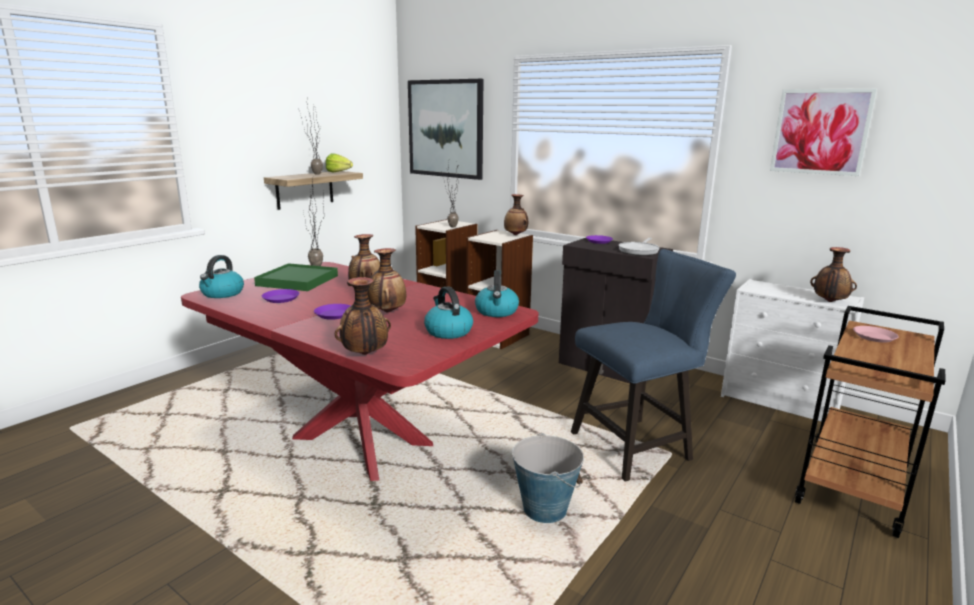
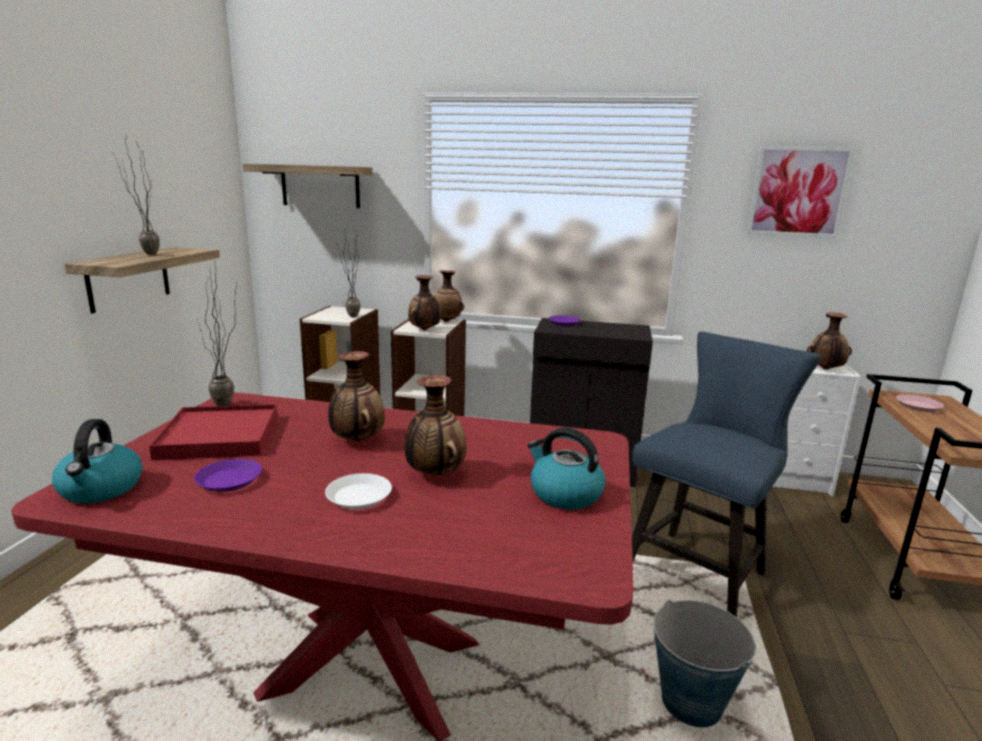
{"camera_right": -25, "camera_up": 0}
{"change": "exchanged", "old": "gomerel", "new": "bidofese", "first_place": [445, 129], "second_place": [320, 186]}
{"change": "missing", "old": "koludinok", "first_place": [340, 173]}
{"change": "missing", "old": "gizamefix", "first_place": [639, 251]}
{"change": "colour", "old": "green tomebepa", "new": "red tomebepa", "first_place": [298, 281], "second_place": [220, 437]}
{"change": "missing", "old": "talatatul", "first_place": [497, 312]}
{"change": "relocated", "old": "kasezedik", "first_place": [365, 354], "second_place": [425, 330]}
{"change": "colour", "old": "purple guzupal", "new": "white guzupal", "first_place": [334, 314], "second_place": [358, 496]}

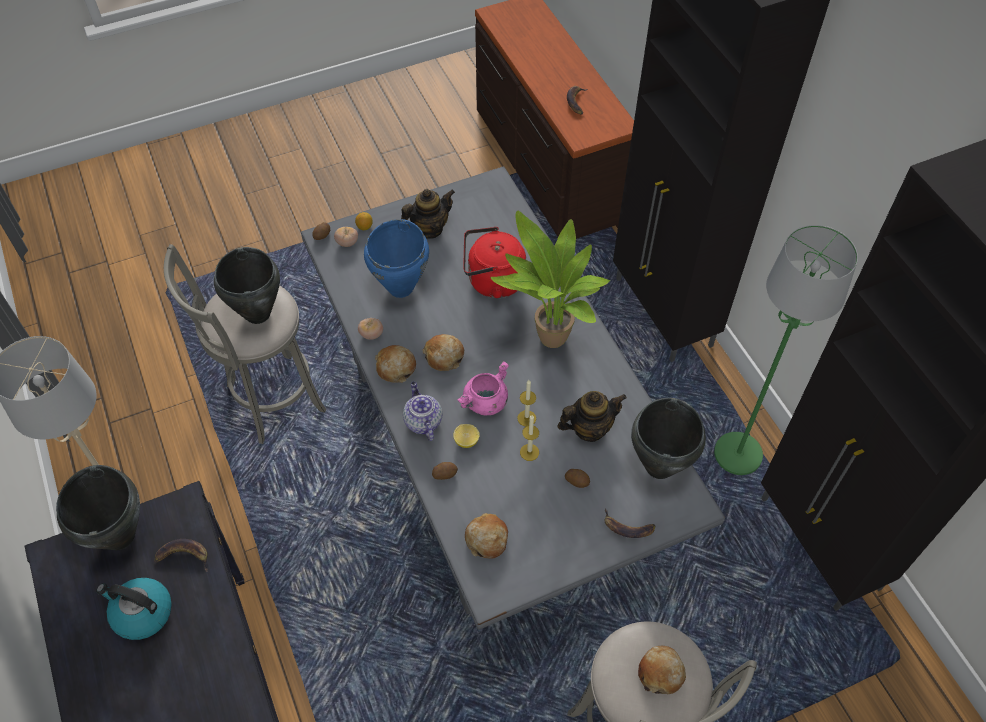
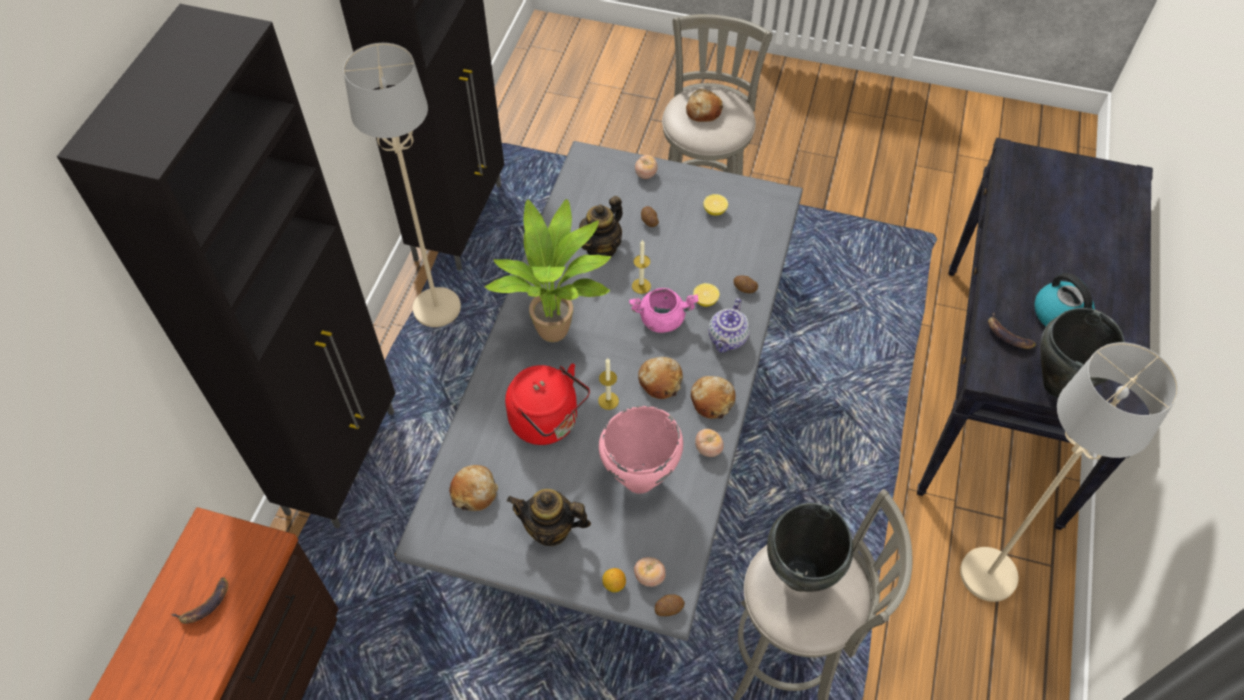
{"camera_right": -140, "camera_up": 0}
{"change": "colour", "old": "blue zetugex", "new": "pink zetugex", "first_place": [401, 287], "second_place": [638, 479]}
{"change": "colour", "old": "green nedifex", "new": "beige nedifex", "first_place": [737, 455], "second_place": [437, 308]}
{"change": "spun", "old": "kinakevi", "first_place": [589, 428], "second_place": [601, 248], "degrees": -75}
{"change": "missing", "old": "black zetugex", "first_place": [658, 467]}
{"change": "relocated", "old": "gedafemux", "first_place": [529, 452], "second_place": [608, 400]}
{"change": "exchanged", "old": "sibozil", "new": "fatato", "first_place": [627, 528], "second_place": [646, 174]}
{"change": "relocated", "old": "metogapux", "first_place": [487, 539], "second_place": [474, 492]}
{"change": "appeared", "new": "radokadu", "second_place": [715, 211]}

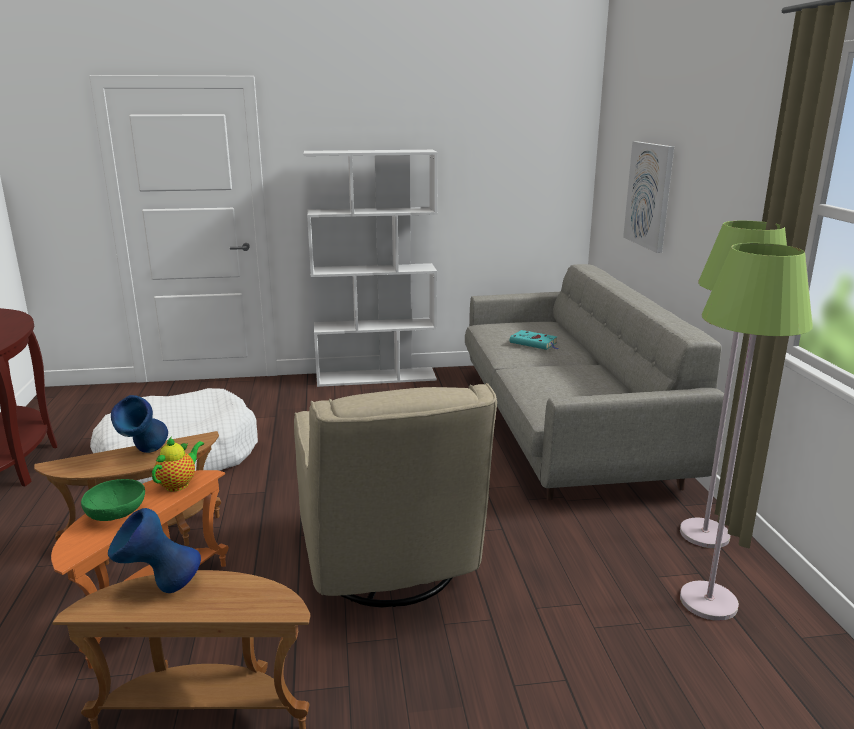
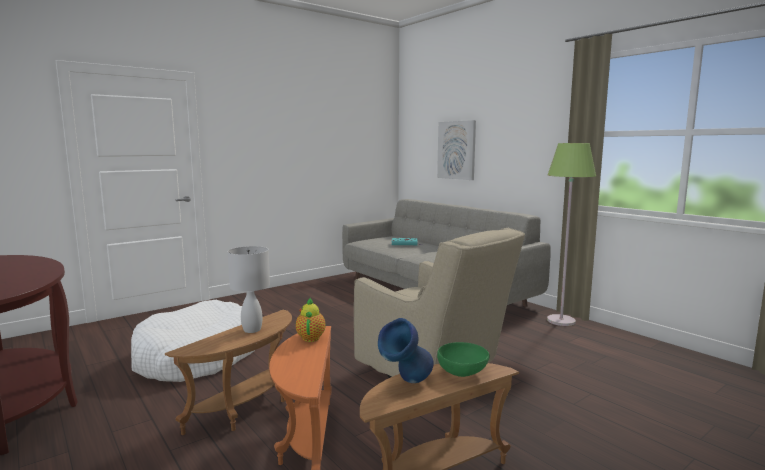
{"camera_right": -30, "camera_up": -10}
{"change": "missing", "old": "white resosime", "first_place": [376, 377]}
{"change": "missing", "old": "green nedifex", "first_place": [708, 602]}
{"change": "exchanged", "old": "blue kasezedik", "new": "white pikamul", "first_place": [145, 454], "second_place": [253, 329]}
{"change": "relocated", "old": "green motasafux", "first_place": [117, 515], "second_place": [463, 372]}

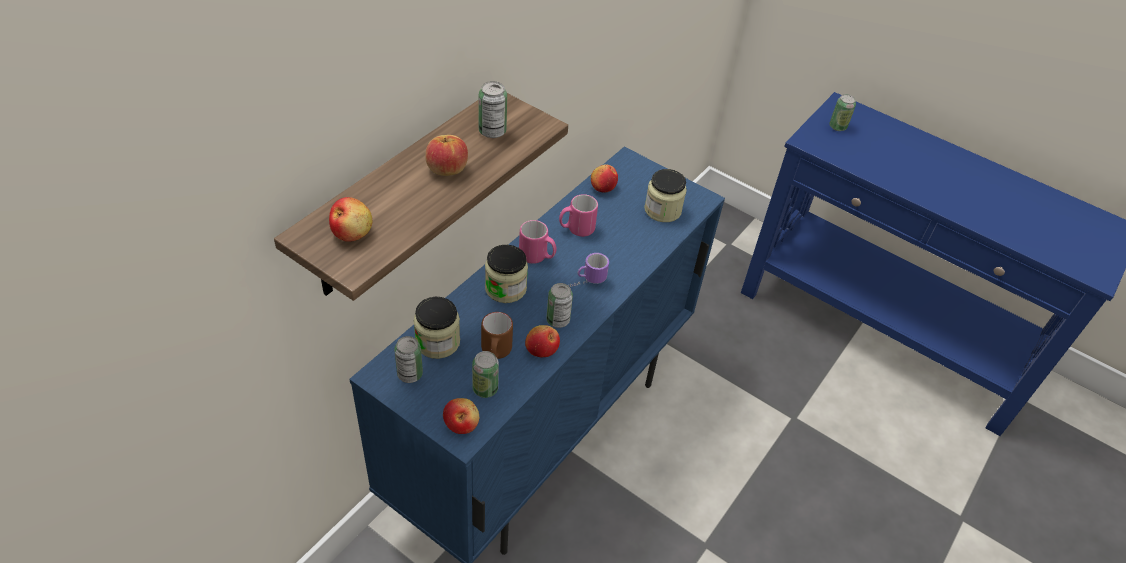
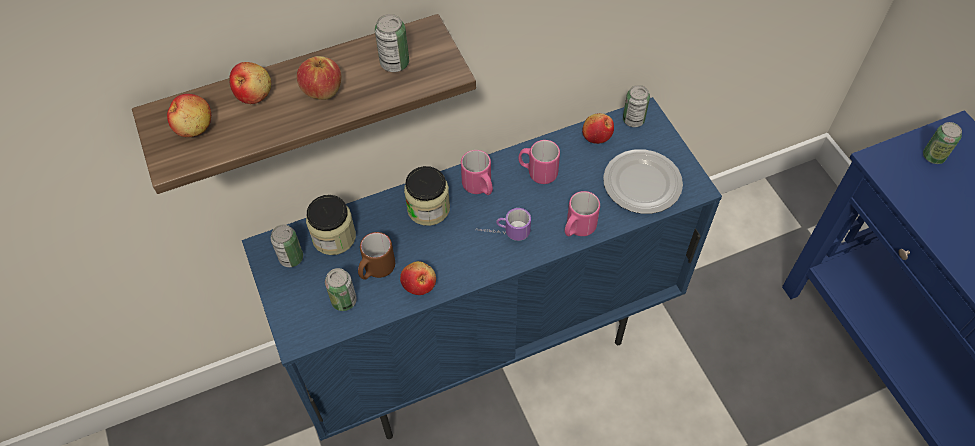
{"camera_right": 35, "camera_up": 10}
{"change": "exchanged", "old": "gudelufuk", "new": "guzupal", "first_place": [662, 210], "second_place": [642, 185]}
{"change": "relocated", "old": "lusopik", "first_place": [558, 320], "second_place": [633, 120]}
{"change": "relocated", "old": "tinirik", "first_place": [461, 423], "second_place": [254, 94]}
{"change": "appeared", "new": "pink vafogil", "second_place": [577, 229]}

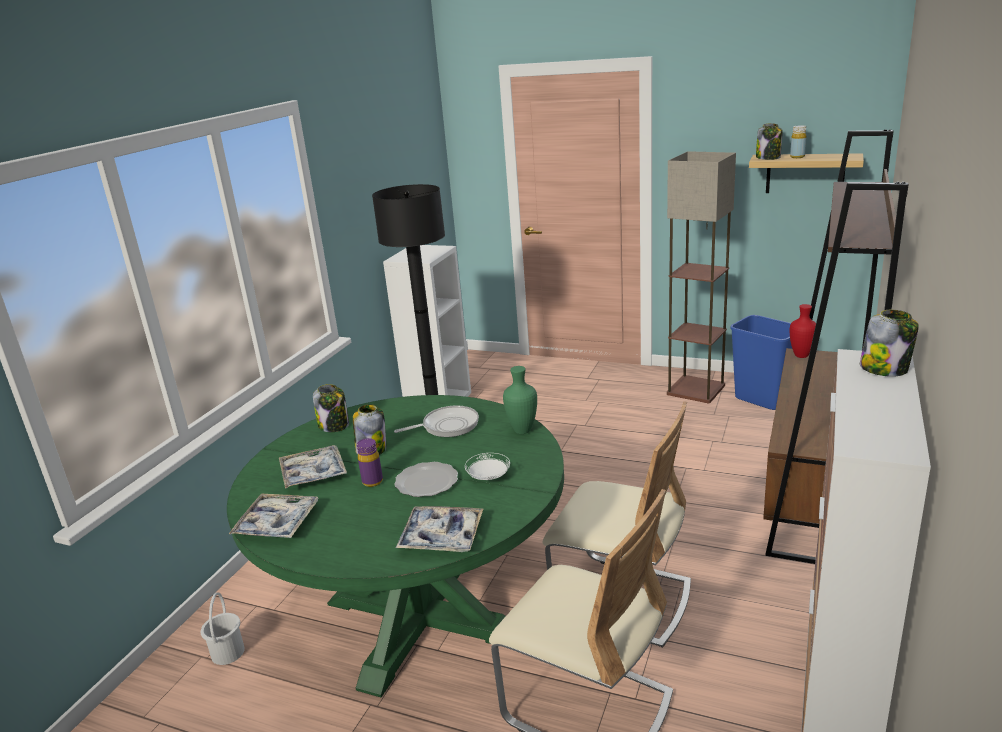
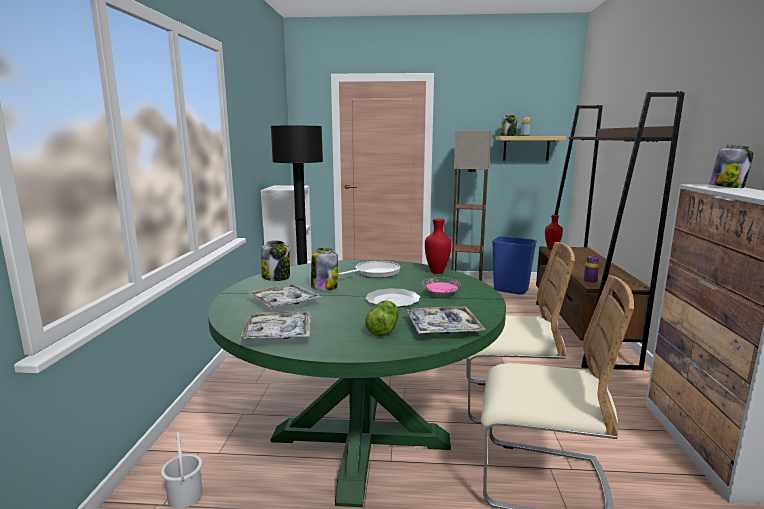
{"camera_right": -20, "camera_up": -10}
{"change": "colour", "old": "green kasezedik", "new": "red kasezedik", "first_place": [521, 430], "second_place": [436, 272]}
{"change": "relocated", "old": "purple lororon", "first_place": [372, 481], "second_place": [590, 282]}
{"change": "colour", "old": "white guzupal", "new": "pink guzupal", "first_place": [488, 477], "second_place": [441, 295]}
{"change": "appeared", "new": "koludinok", "second_place": [384, 328]}

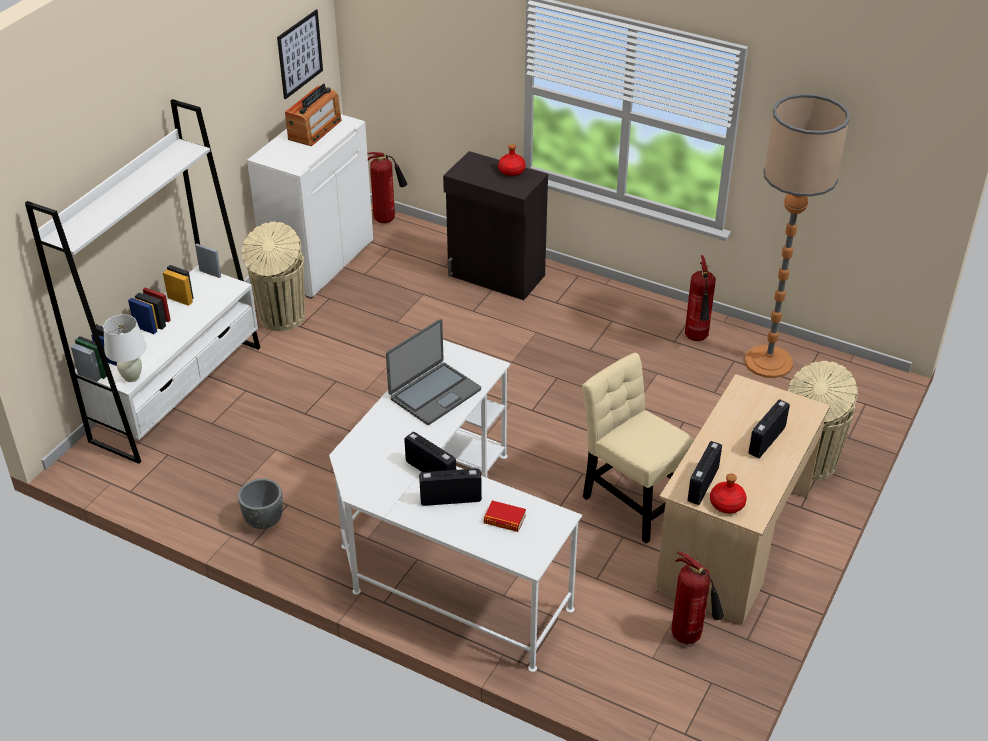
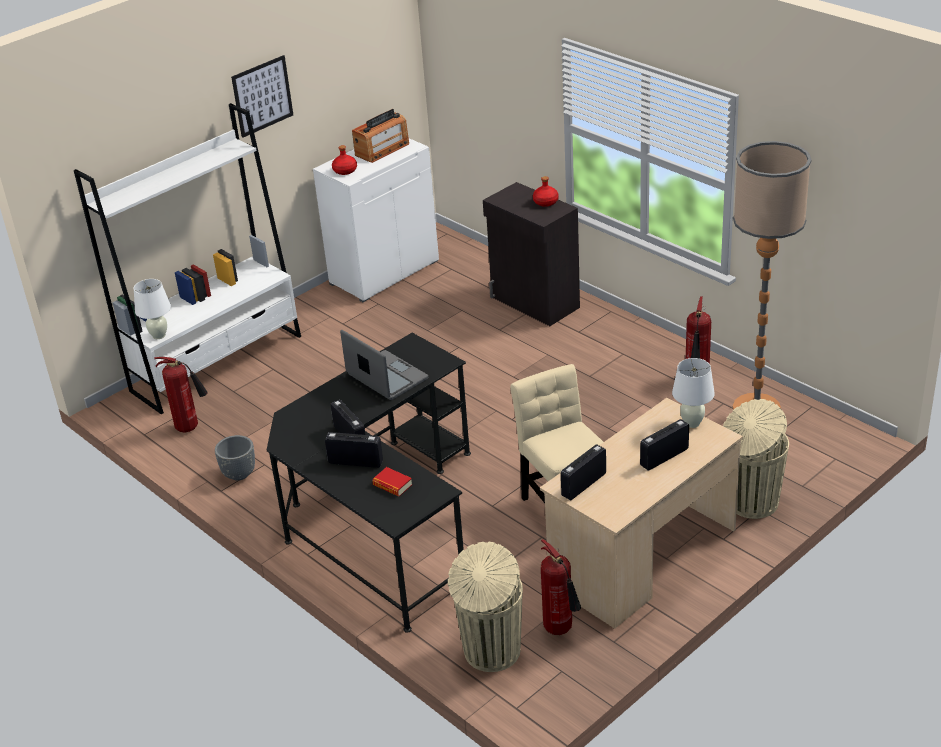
{"camera_right": 20, "camera_up": -5}
{"change": "relocated", "old": "gomerel", "first_place": [300, 54], "second_place": [262, 96]}
{"change": "relocated", "old": "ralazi", "first_place": [387, 219], "second_place": [190, 427]}
{"change": "relocated", "old": "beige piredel", "first_place": [281, 317], "second_place": [491, 652]}
{"change": "spun", "old": "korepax", "first_place": [434, 394], "second_place": [386, 377], "degrees": -105}
{"change": "colour", "old": "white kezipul", "new": "black kezipul", "first_place": [445, 548], "second_place": [379, 520]}
{"change": "relocated", "old": "red lororon", "first_place": [727, 504], "second_place": [345, 171]}
{"change": "appeared", "new": "white pikamul", "second_place": [692, 423]}

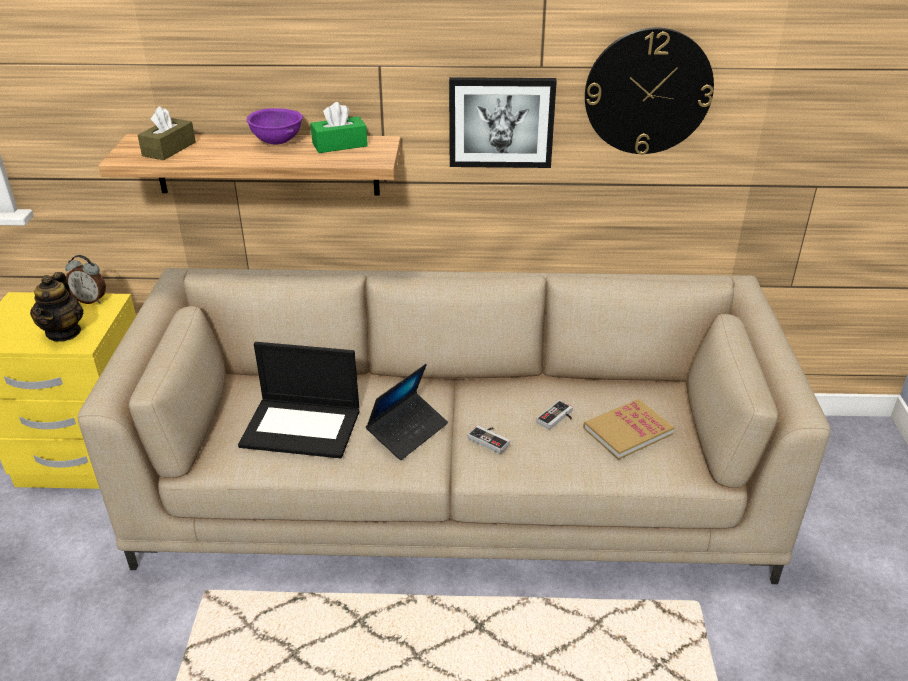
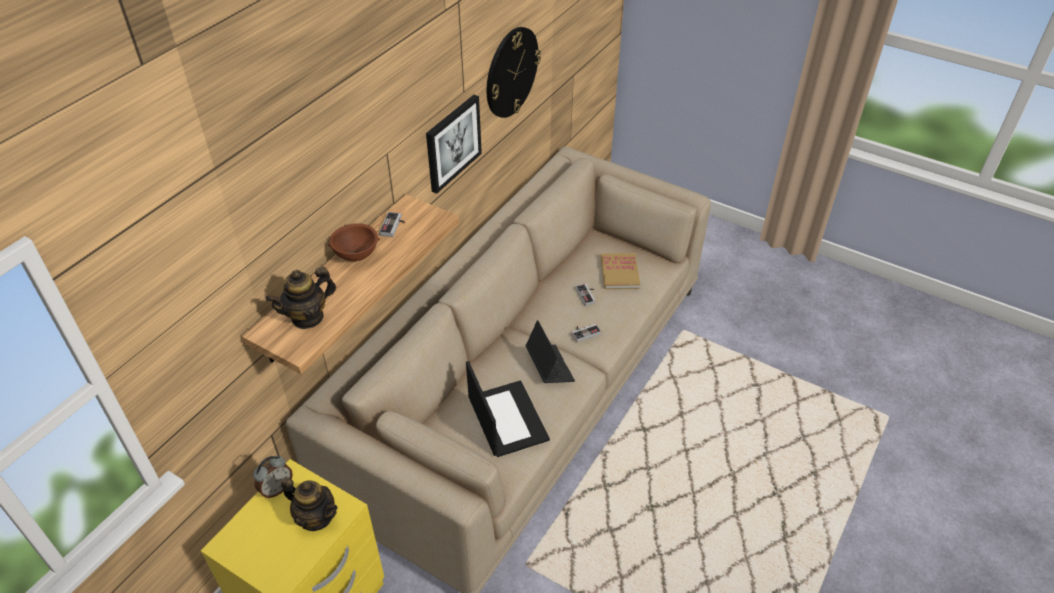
{"camera_right": -60, "camera_up": 10}
{"change": "exchanged", "old": "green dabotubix", "new": "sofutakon", "first_place": [340, 145], "second_place": [394, 226]}
{"change": "exchanged", "old": "brown dabotubix", "new": "kinakevi", "first_place": [169, 149], "second_place": [308, 317]}
{"change": "colour", "old": "purple motasafux", "new": "brown motasafux", "first_place": [278, 142], "second_place": [356, 255]}
{"change": "spun", "old": "korepax", "first_place": [303, 427], "second_place": [506, 418], "degrees": -60}

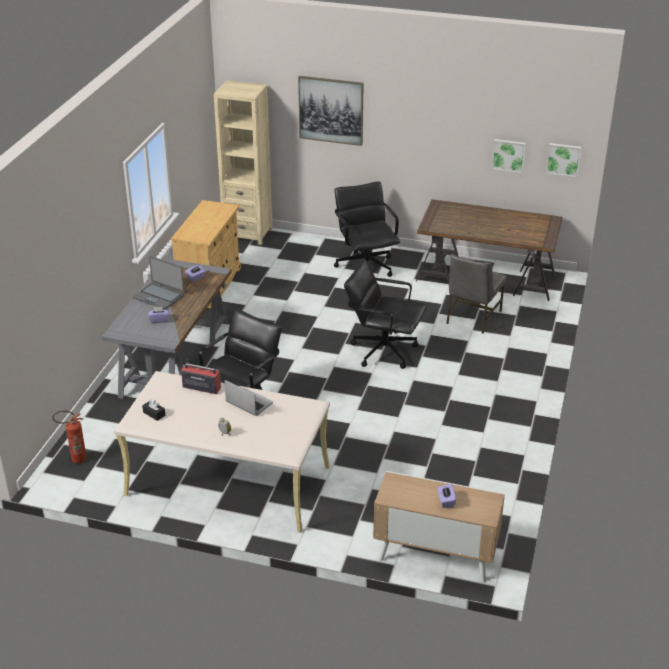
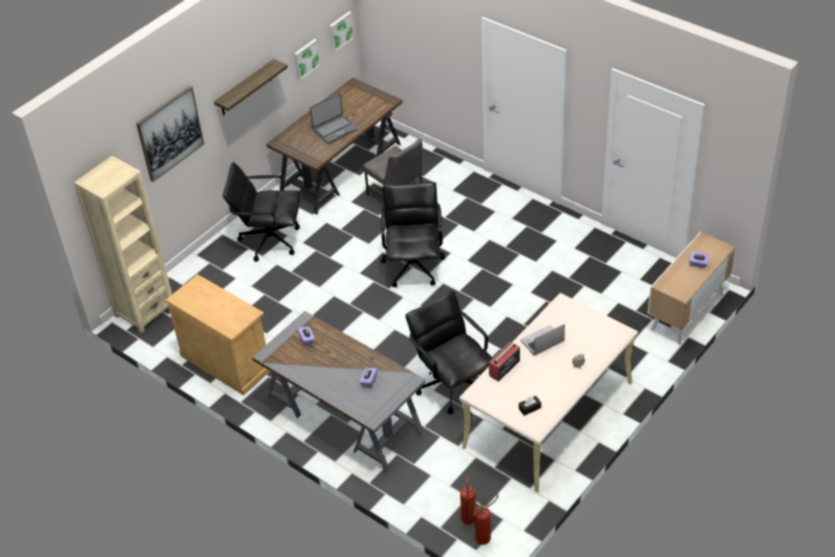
{"camera_right": -65, "camera_up": 10}
{"change": "relocated", "old": "korepax", "first_place": [159, 296], "second_place": [335, 129]}
{"change": "spun", "old": "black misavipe", "first_place": [383, 350], "second_place": [414, 266], "degrees": 135}
{"change": "appeared", "new": "bidofese", "second_place": [245, 88]}
{"change": "appeared", "new": "ralazi", "second_place": [486, 536]}

